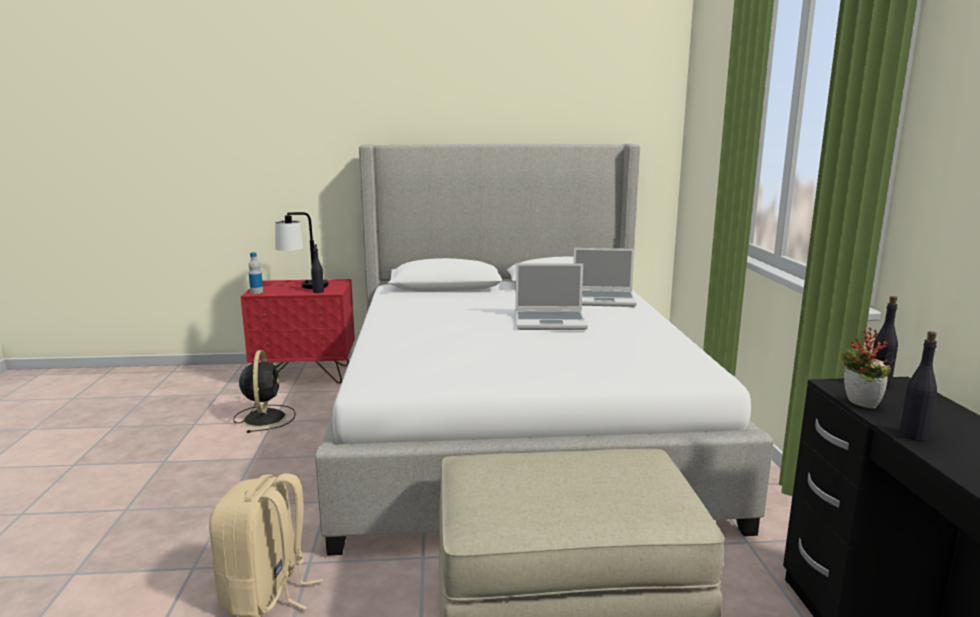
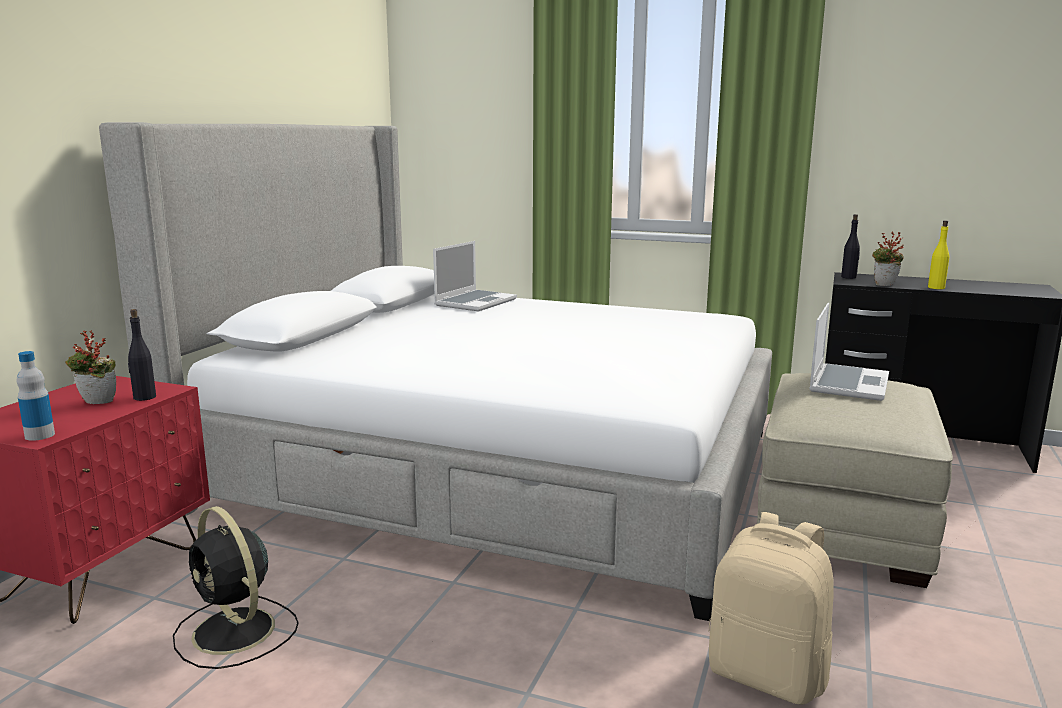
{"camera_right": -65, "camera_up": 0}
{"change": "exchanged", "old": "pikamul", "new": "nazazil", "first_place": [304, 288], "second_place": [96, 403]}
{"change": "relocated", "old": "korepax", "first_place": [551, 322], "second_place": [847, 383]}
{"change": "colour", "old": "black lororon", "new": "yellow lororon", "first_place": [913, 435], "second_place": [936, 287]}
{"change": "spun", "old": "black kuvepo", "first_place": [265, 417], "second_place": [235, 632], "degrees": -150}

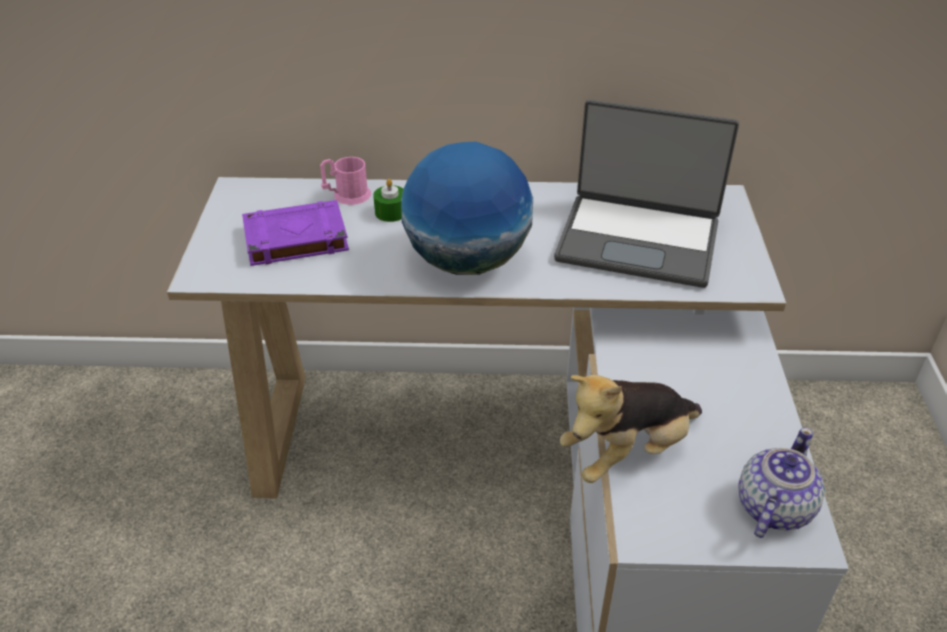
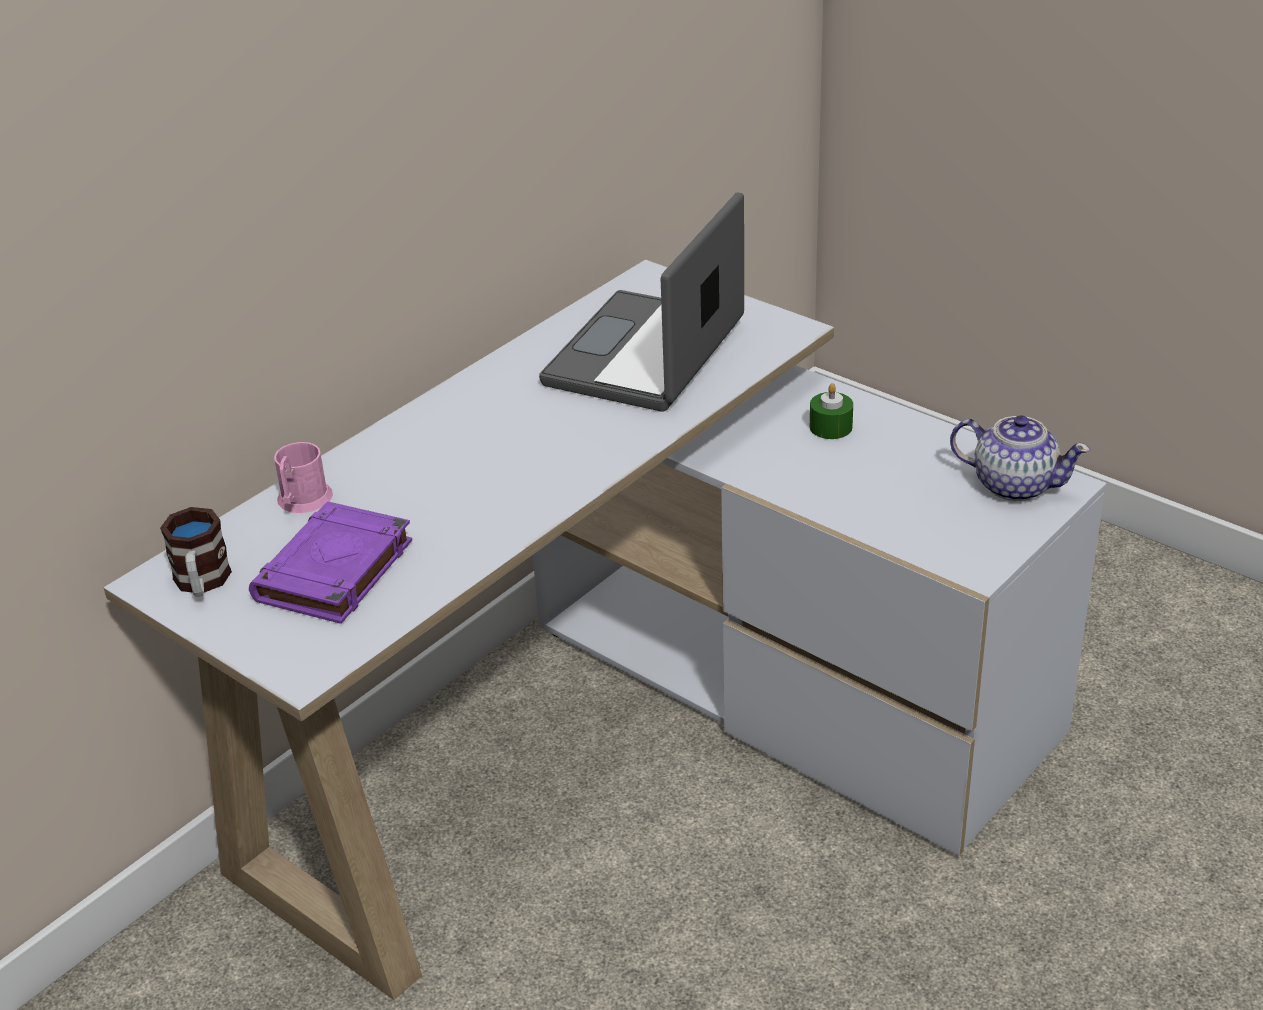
{"camera_right": -50, "camera_up": -5}
{"change": "spun", "old": "korepax", "first_place": [638, 240], "second_place": [648, 355], "degrees": 150}
{"change": "missing", "old": "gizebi", "first_place": [467, 261]}
{"change": "relocated", "old": "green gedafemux", "first_place": [391, 212], "second_place": [830, 427]}
{"change": "missing", "old": "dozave", "first_place": [627, 452]}
{"change": "spun", "old": "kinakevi", "first_place": [772, 508], "second_place": [1013, 484], "degrees": 135}
{"change": "appeared", "new": "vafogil", "second_place": [202, 583]}

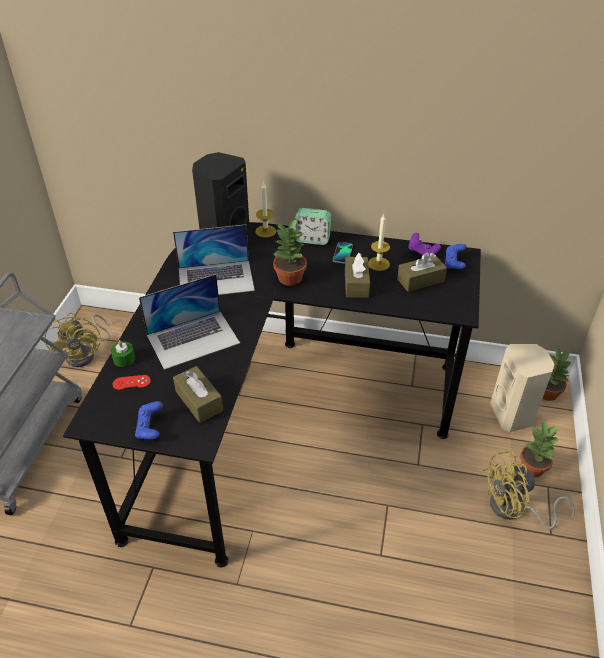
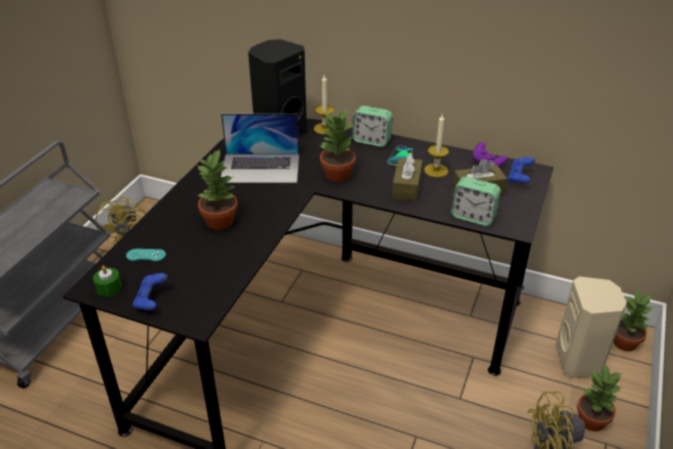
{"camera_right": 10, "camera_up": -5}
{"change": "exchanged", "old": "korepax", "new": "nazazil", "first_place": [193, 339], "second_place": [220, 221]}
{"change": "relocated", "old": "green gedafemux", "first_place": [124, 359], "second_place": [109, 288]}
{"change": "missing", "old": "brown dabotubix", "first_place": [199, 401]}
{"change": "colour", "old": "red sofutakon", "new": "turquoise sofutakon", "first_place": [131, 382], "second_place": [146, 255]}
{"change": "appeared", "new": "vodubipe", "second_place": [473, 216]}

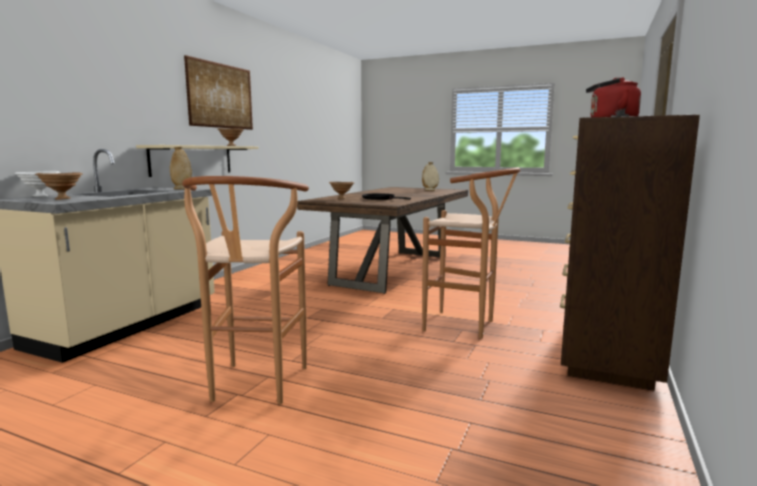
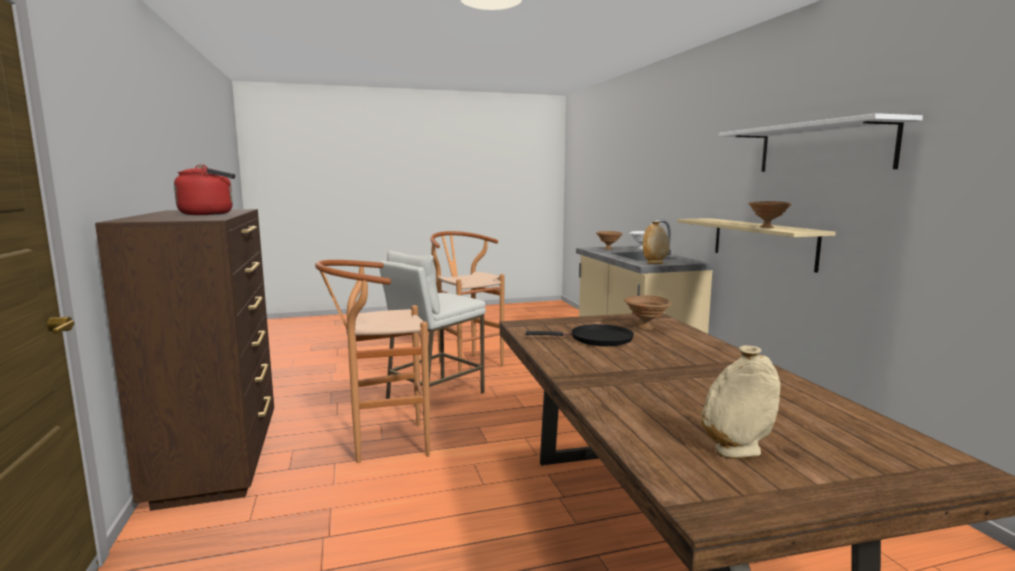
{"camera_right": 140, "camera_up": 0}
{"change": "exchanged", "old": "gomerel", "new": "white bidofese", "first_place": [221, 96], "second_place": [823, 148]}
{"change": "appeared", "new": "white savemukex", "second_place": [434, 395]}

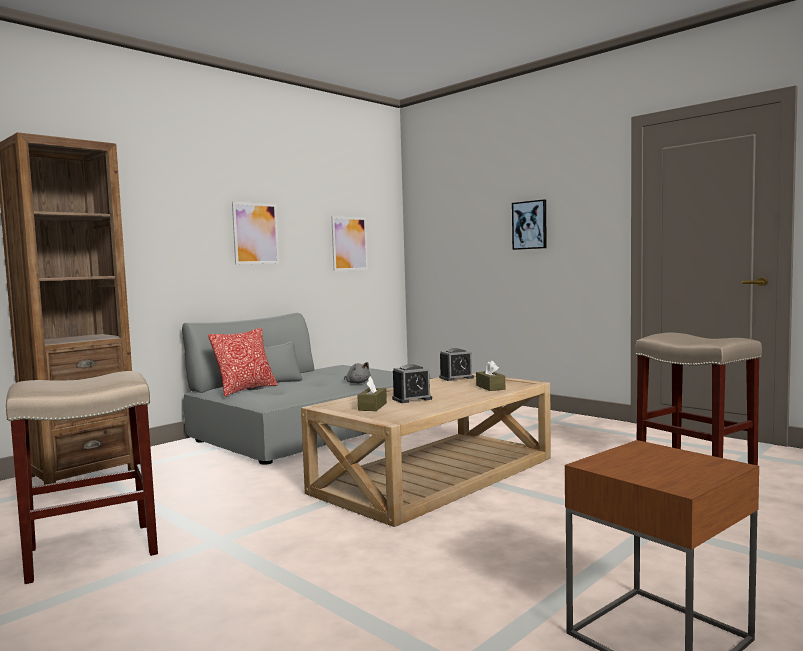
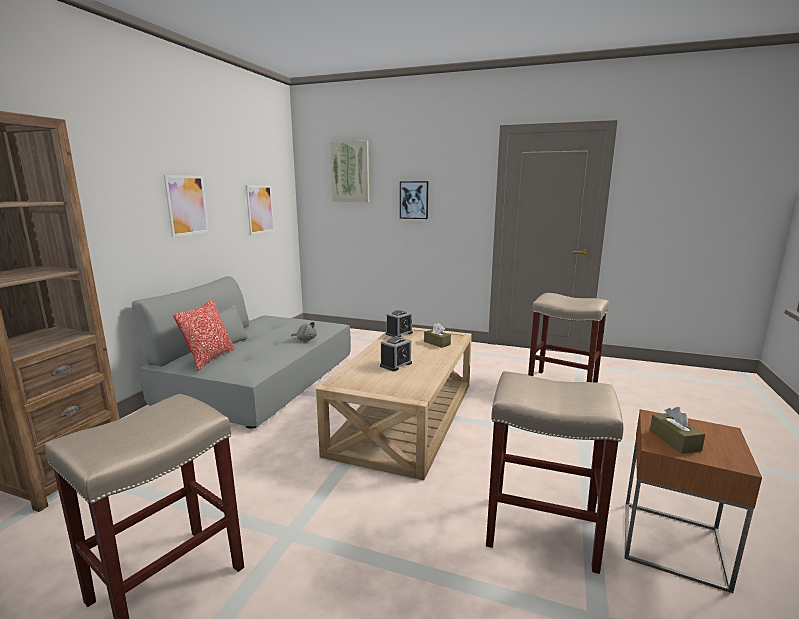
{"camera_right": -25, "camera_up": 10}
{"change": "relocated", "old": "brown dabotubix", "first_place": [372, 407], "second_place": [674, 440]}
{"change": "appeared", "new": "gomerel", "second_place": [350, 172]}
{"change": "appeared", "new": "beige savemukex", "second_place": [540, 531]}

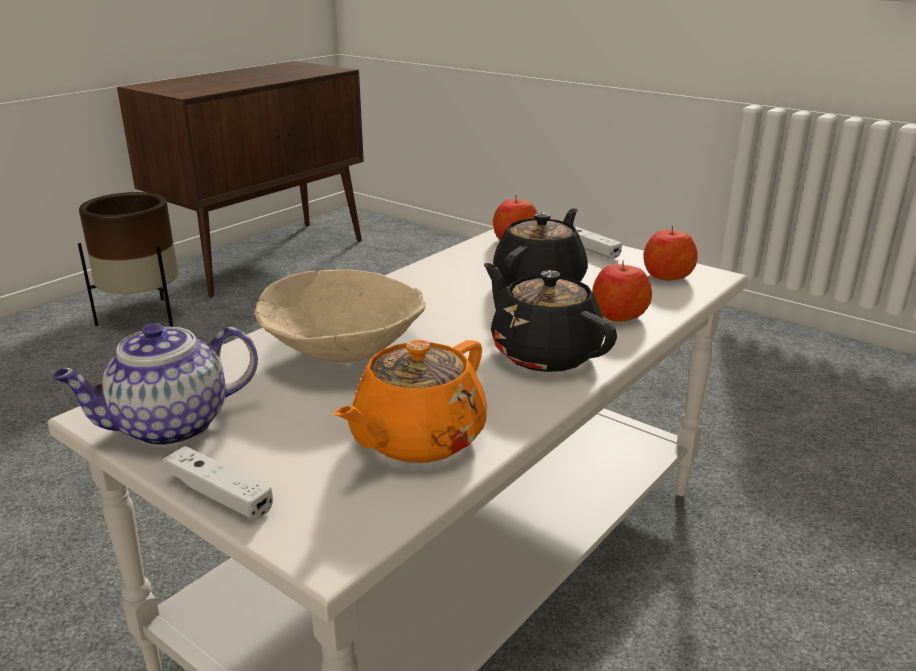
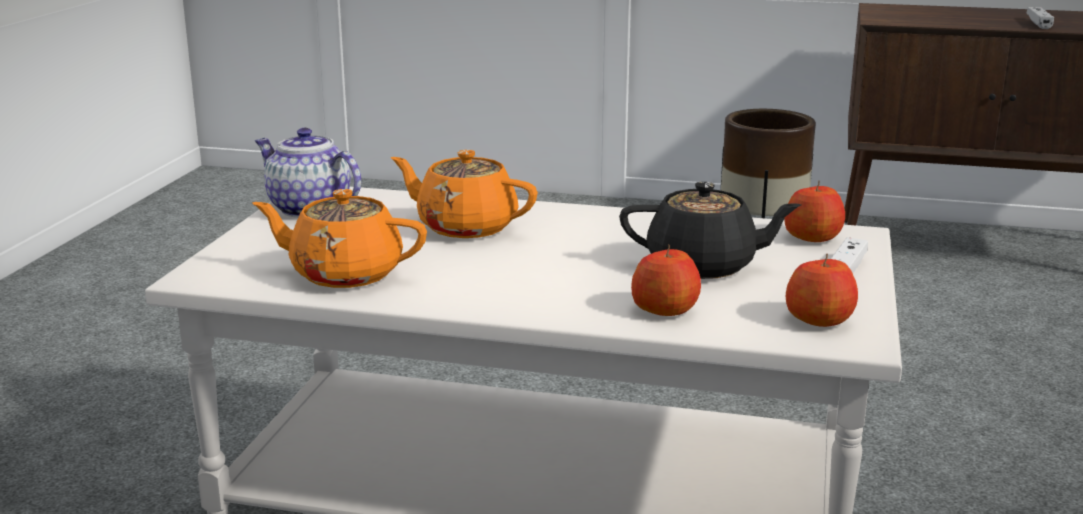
{"camera_right": 65, "camera_up": -5}
{"change": "missing", "old": "black kinakevi", "first_place": [544, 353]}
{"change": "exchanged", "old": "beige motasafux", "new": "orange kinakevi", "first_place": [346, 350], "second_place": [465, 227]}
{"change": "relocated", "old": "white sofutakon", "first_place": [218, 494], "second_place": [1038, 24]}

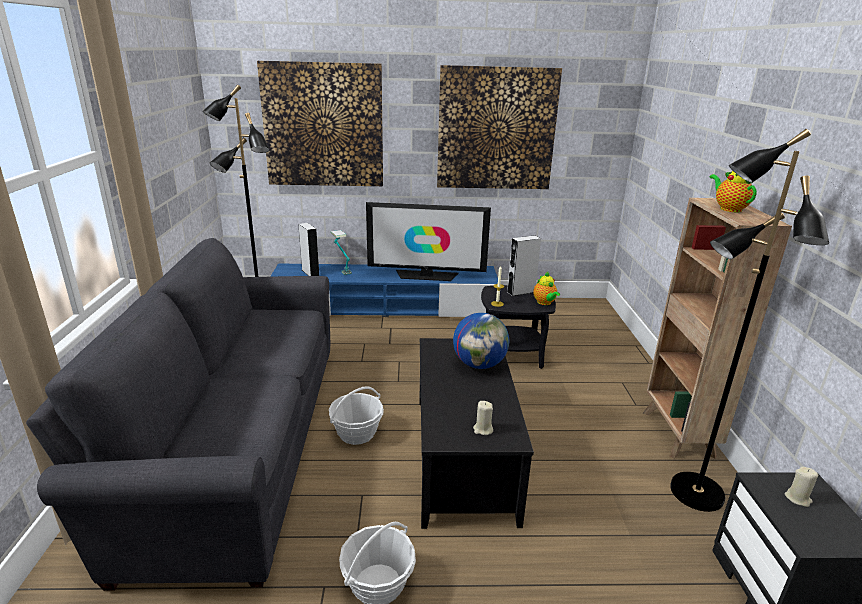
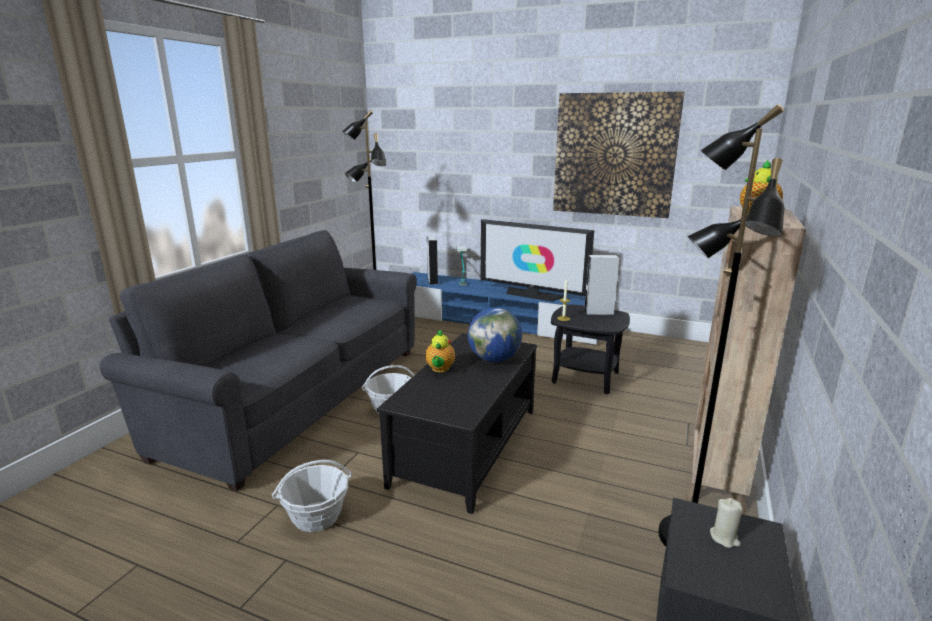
{"camera_right": 25, "camera_up": -5}
{"change": "missing", "old": "gomerel", "first_place": [323, 126]}
{"change": "relocated", "old": "kinakevi", "first_place": [545, 303], "second_place": [440, 369]}
{"change": "missing", "old": "beige gedafemux", "first_place": [483, 429]}

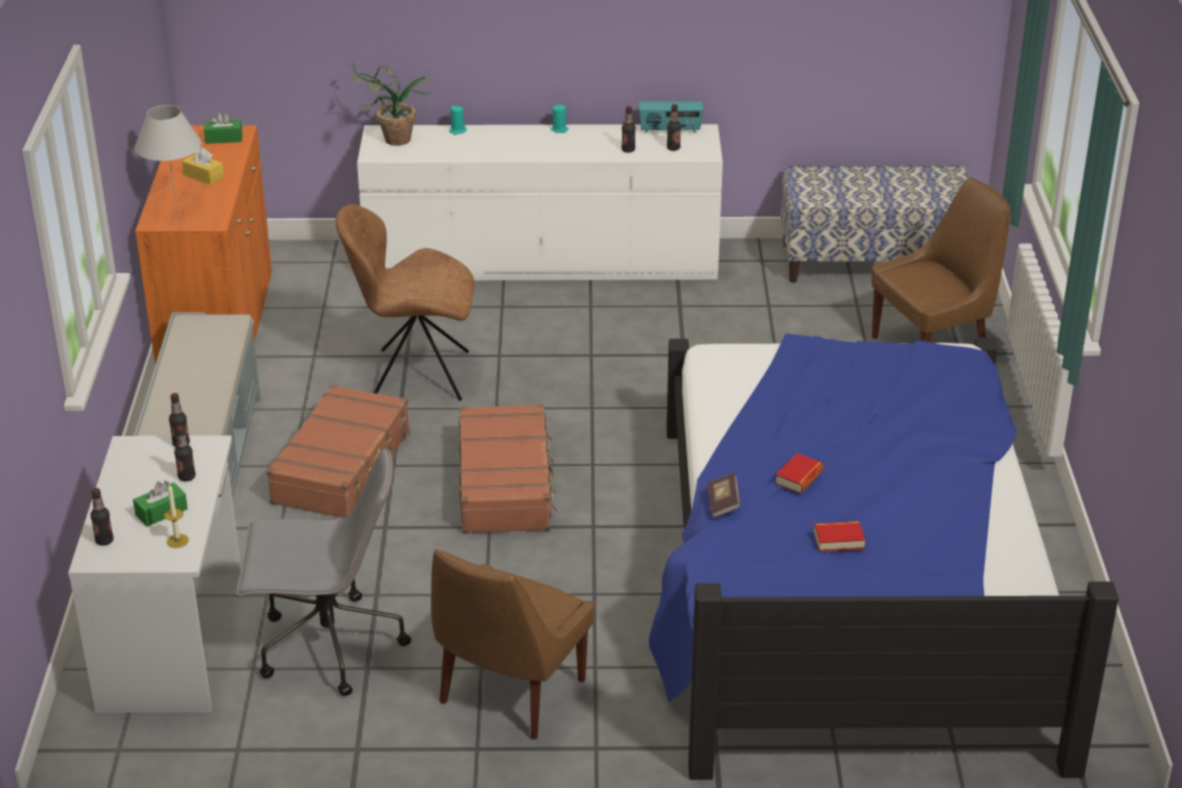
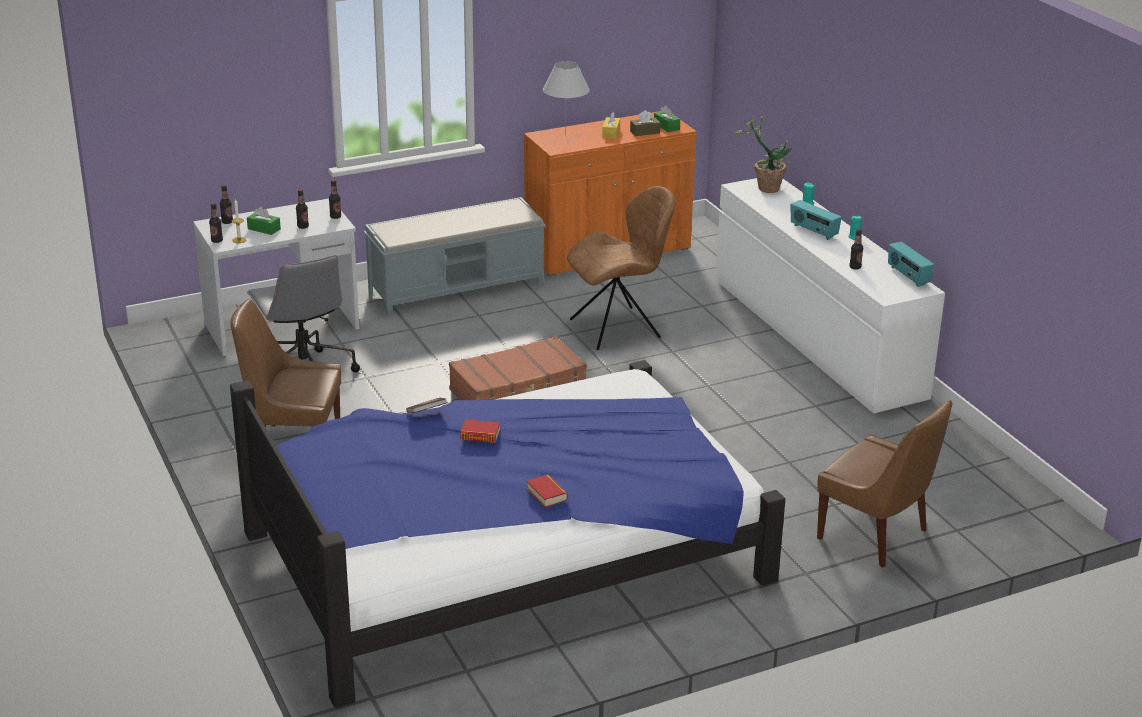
{"camera_right": 65, "camera_up": -5}
{"change": "relocated", "old": "lororon", "first_place": [673, 148], "second_place": [217, 241]}
{"change": "missing", "old": "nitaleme", "first_place": [873, 262]}
{"change": "spun", "old": "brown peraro", "first_place": [415, 375], "second_place": [618, 328], "degrees": 90}
{"change": "missing", "old": "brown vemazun", "first_place": [343, 467]}
{"change": "relocated", "old": "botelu", "first_place": [838, 540], "second_place": [547, 494]}
{"change": "appeared", "new": "brown dabotubix", "second_place": [645, 132]}
{"change": "appeared", "new": "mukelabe", "second_place": [813, 231]}

